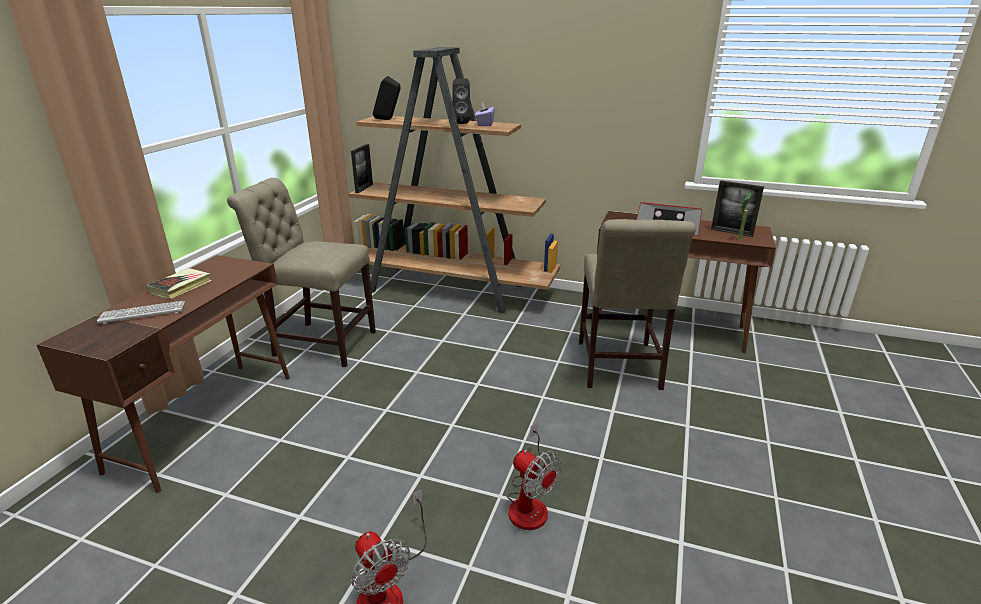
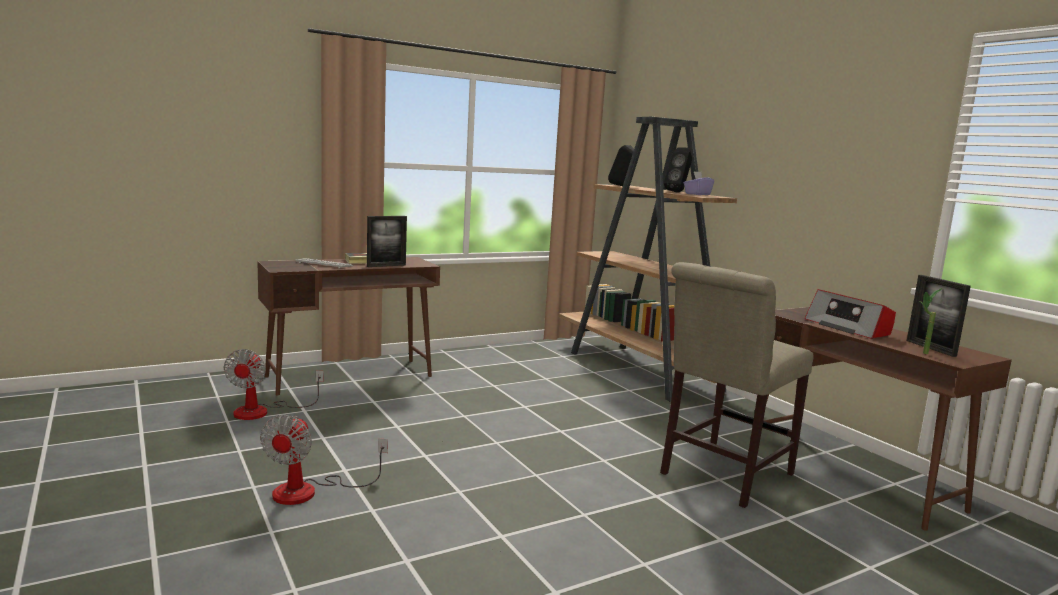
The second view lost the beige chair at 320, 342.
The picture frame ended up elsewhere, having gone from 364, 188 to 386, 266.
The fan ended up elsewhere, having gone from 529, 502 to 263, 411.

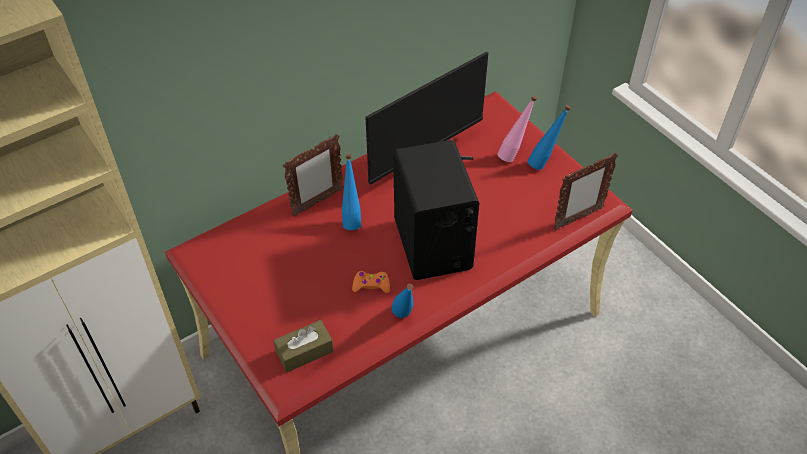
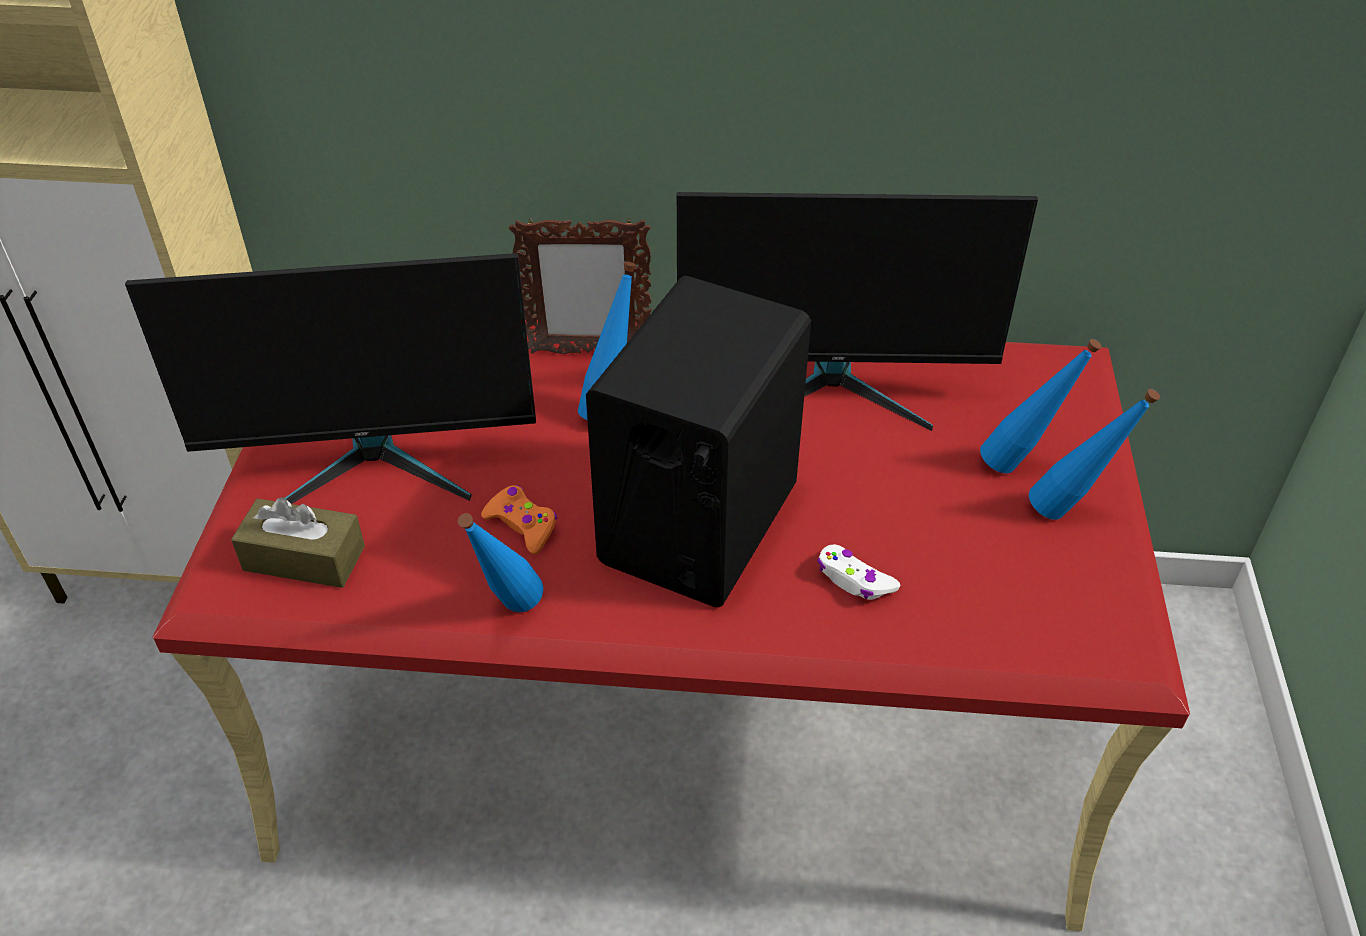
What was the pink bottle at 513, 155 turned into the blue bottle at 1021, 465.
The second view lost the picture frame at 577, 219.
The second view gained the monitor at 373, 464.
The second view gained the white game controller at 854, 580.

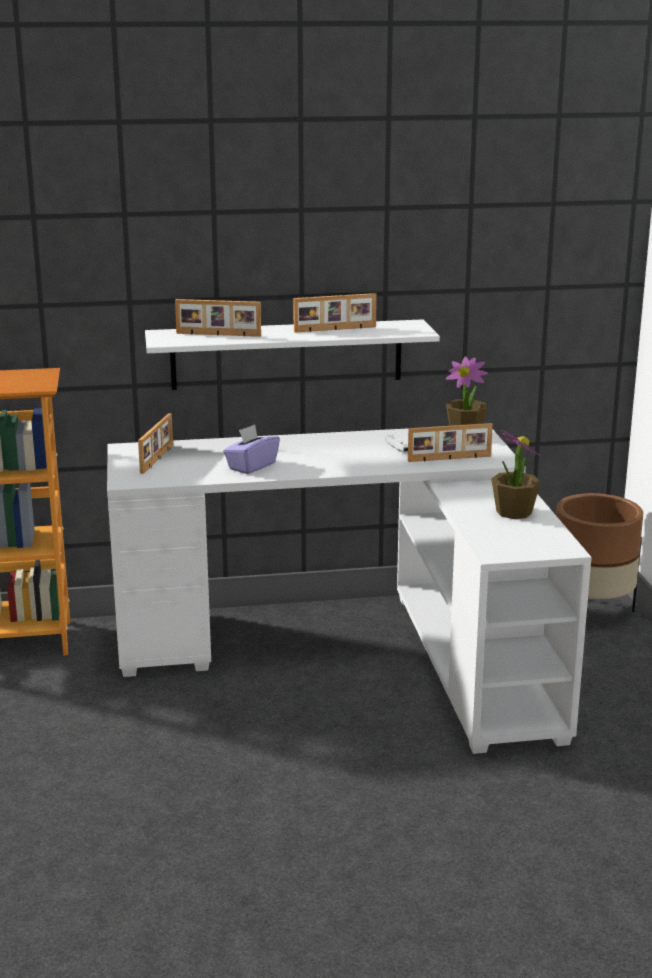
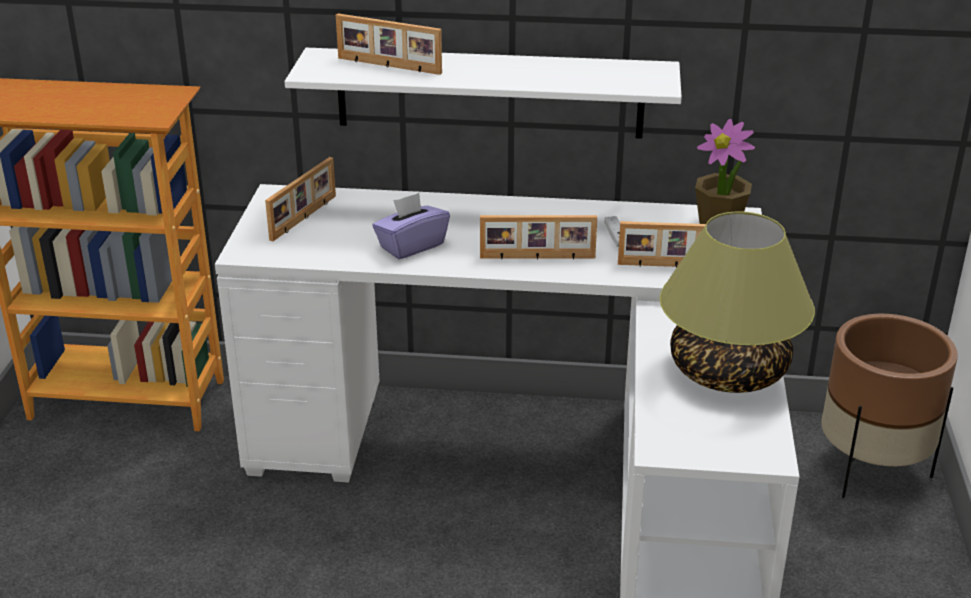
The picture frame ended up elsewhere, having gone from 335, 329 to 537, 258.
Where the potted plant stood at 513, 512, the table lamp came to stand at 727, 371.

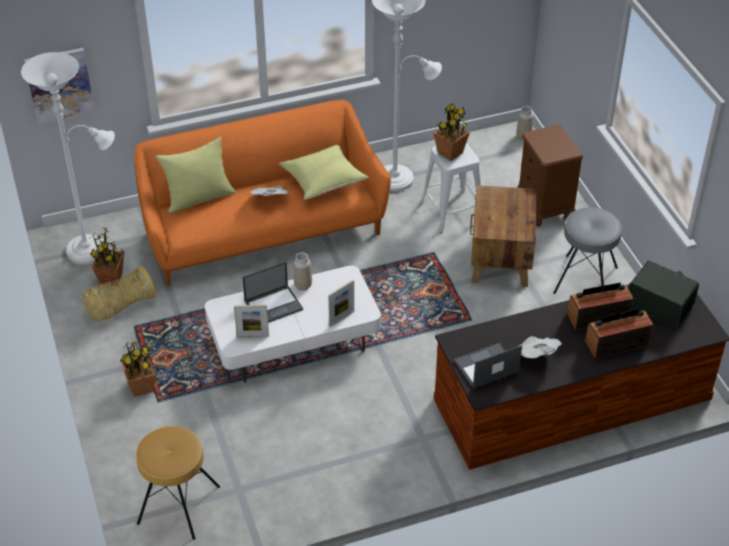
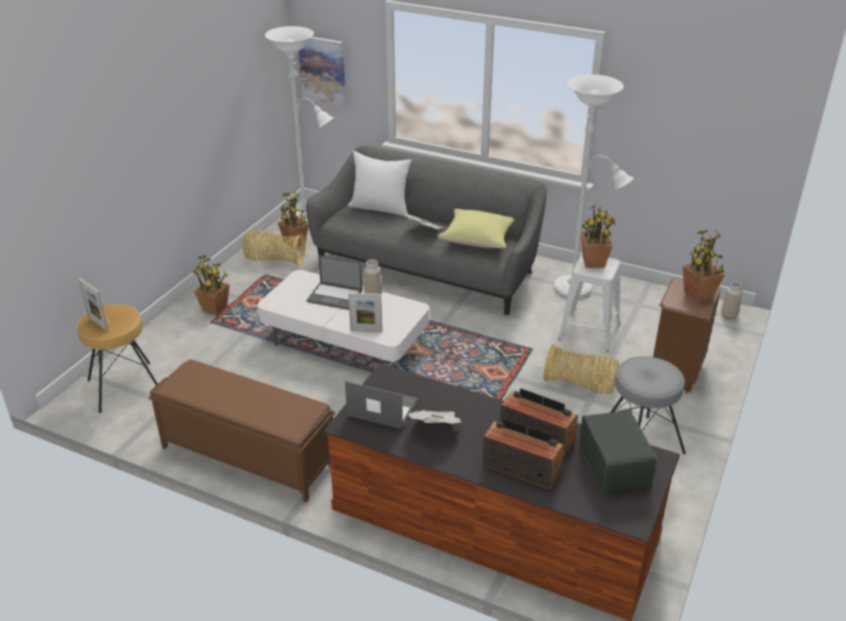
What was the orange sofa at 262, 229 turned into the grey sofa at 428, 268.
What was the yellow pillow at 199, 197 turned into the white pillow at 380, 207.
The picture frame ended up elsewhere, having gone from 252, 336 to 98, 324.
Where the brown side table stood at 500, 260, the basket came to stand at 580, 385.
The second view gained the brown bench at 247, 456.
The second view gained the potted plant at 698, 295.

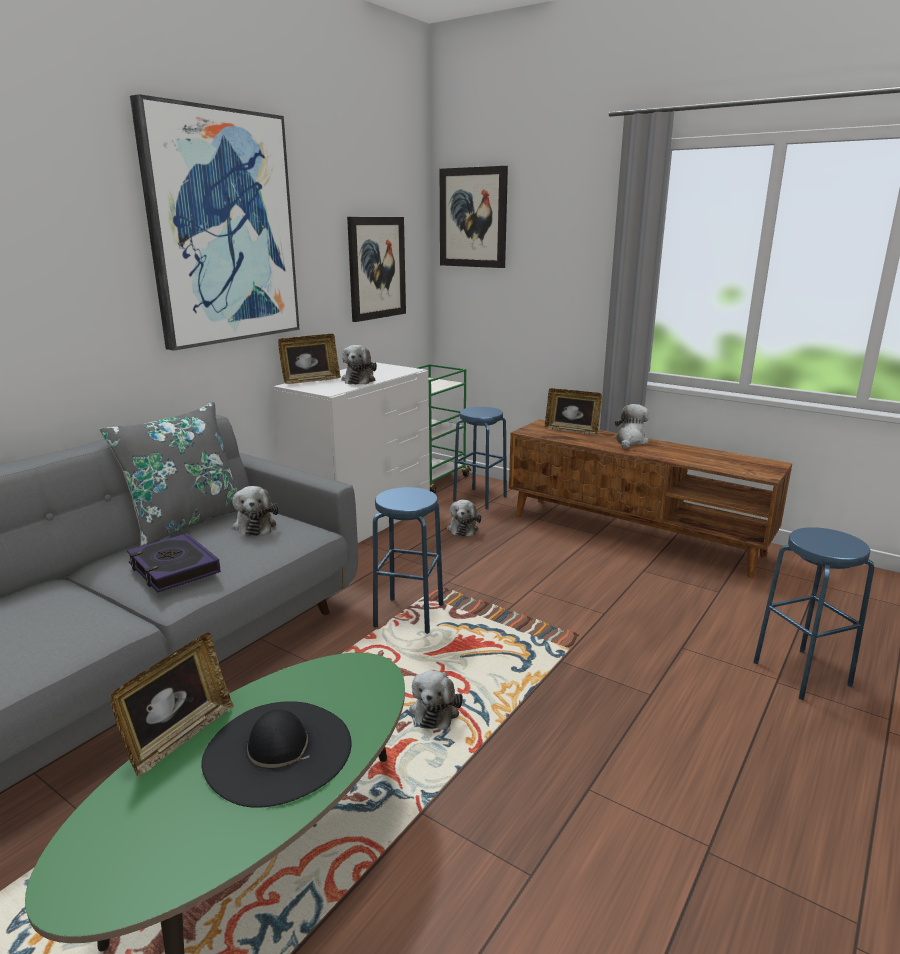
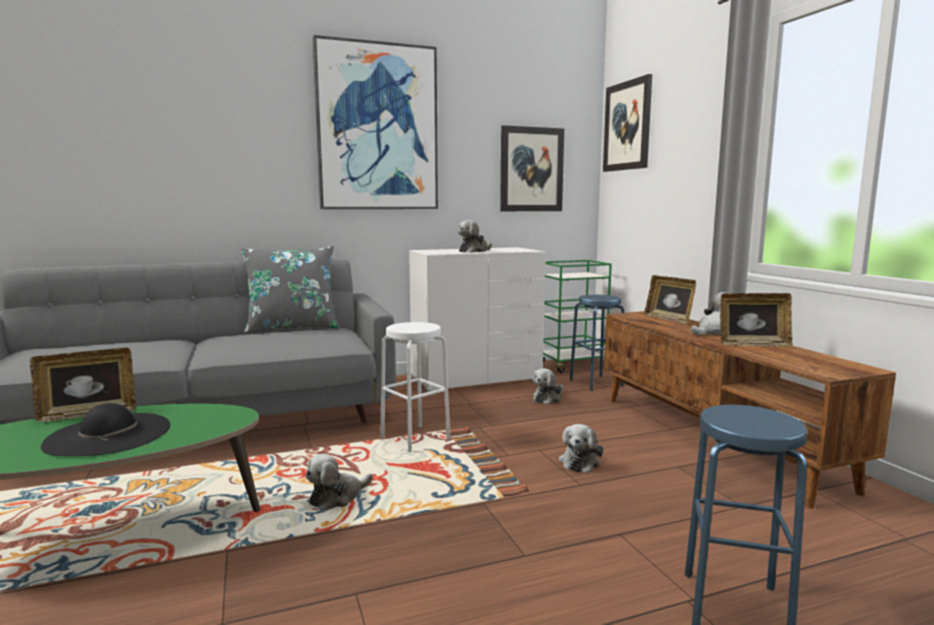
The second view lost the book at 173, 568.
The plush toy ended up elsewhere, having gone from 254, 525 to 580, 461.
The picture frame ended up elsewhere, having gone from 310, 380 to 753, 344.
What was the blue stool at 409, 616 turned into the white stool at 415, 438.

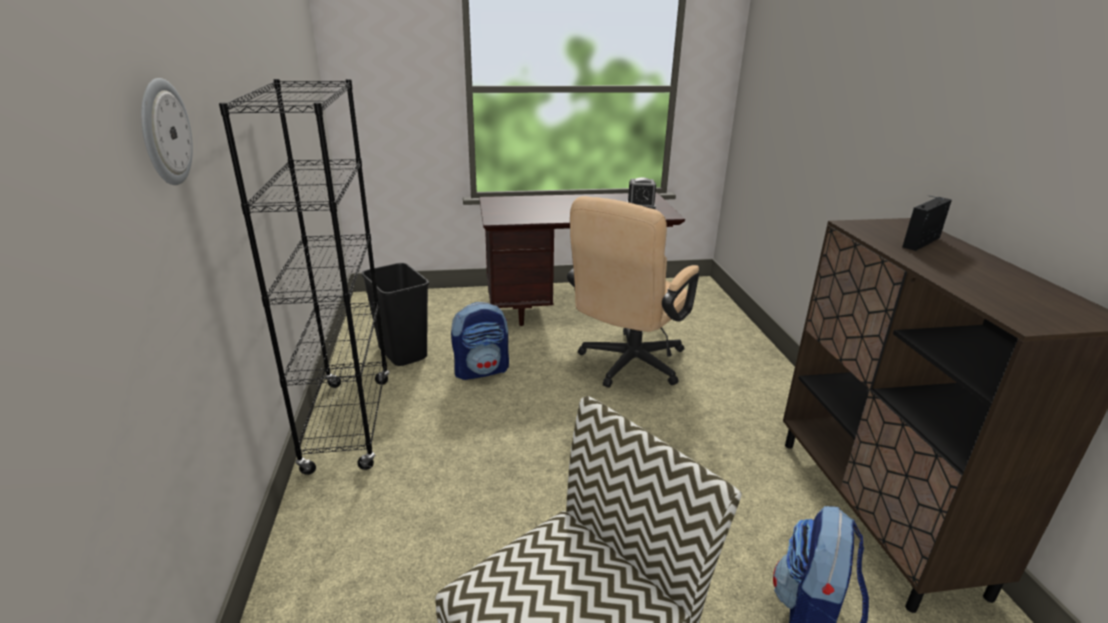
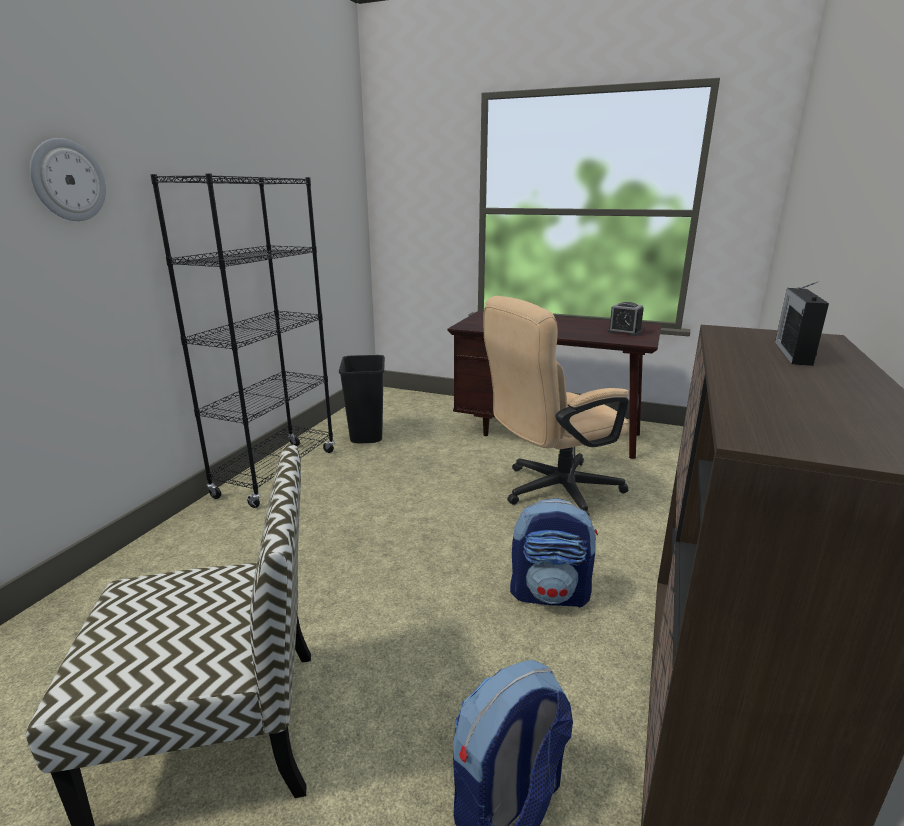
The backpack ended up elsewhere, having gone from 482, 370 to 550, 594.
The radio at 922, 242 ended up facing another way, 60 degrees counterclockwise from before.

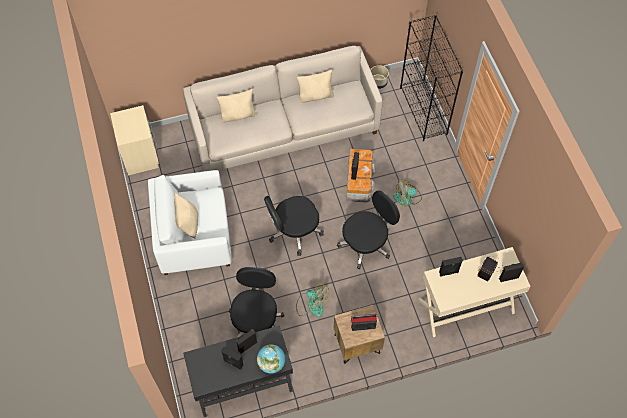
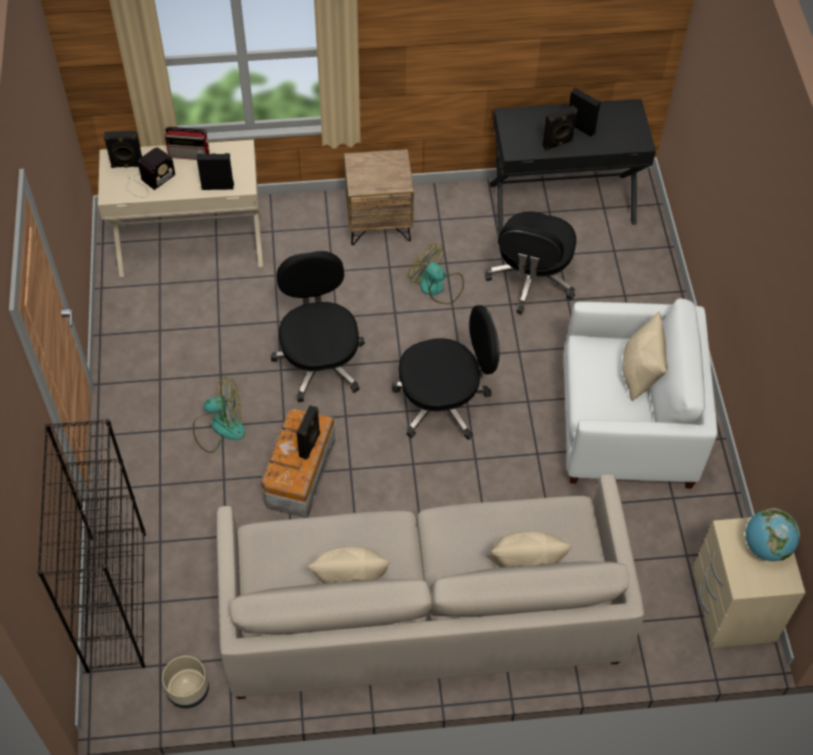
The globe ended up elsewhere, having gone from 271, 363 to 766, 547.
The black office chair at 366, 244 ended up facing another way, 105 degrees clockwise from before.
The radio ended up elsewhere, having gone from 362, 325 to 190, 154.

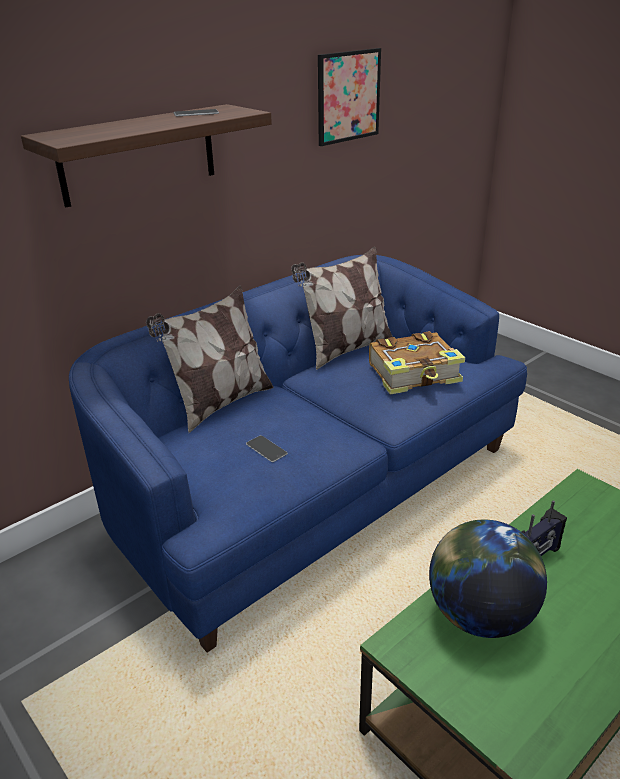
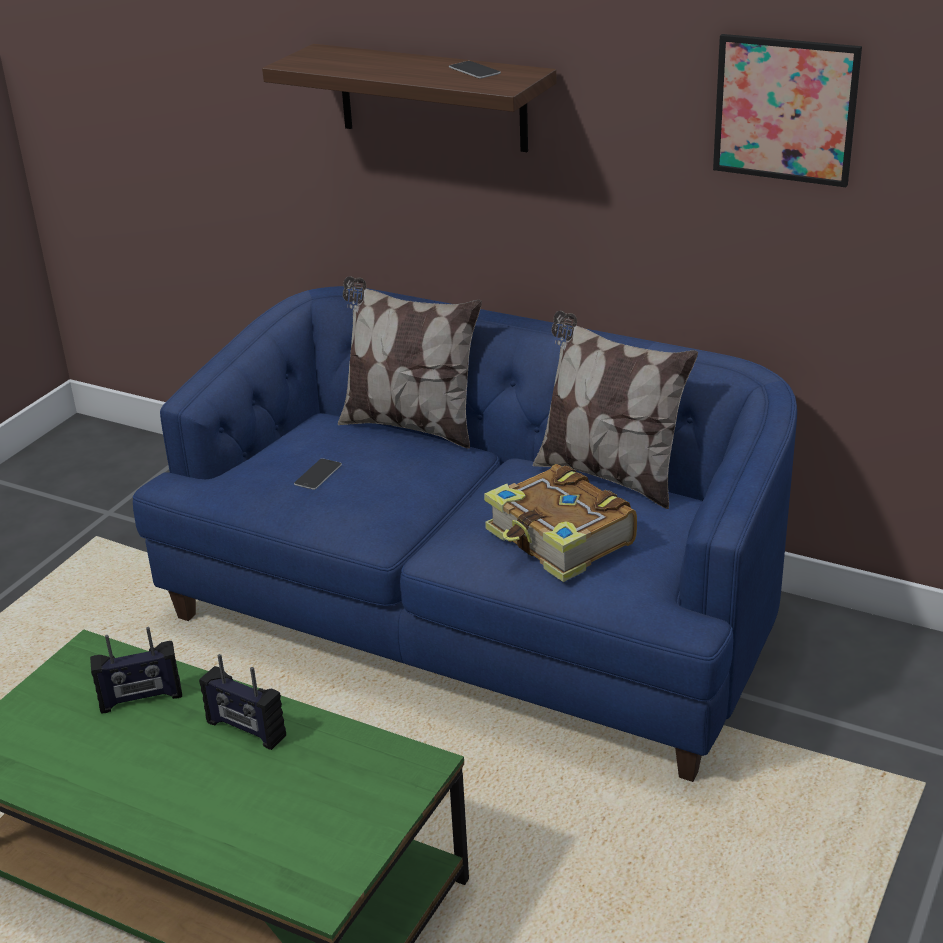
Where the globe stood at 479, 615, the radio came to stand at 141, 699.

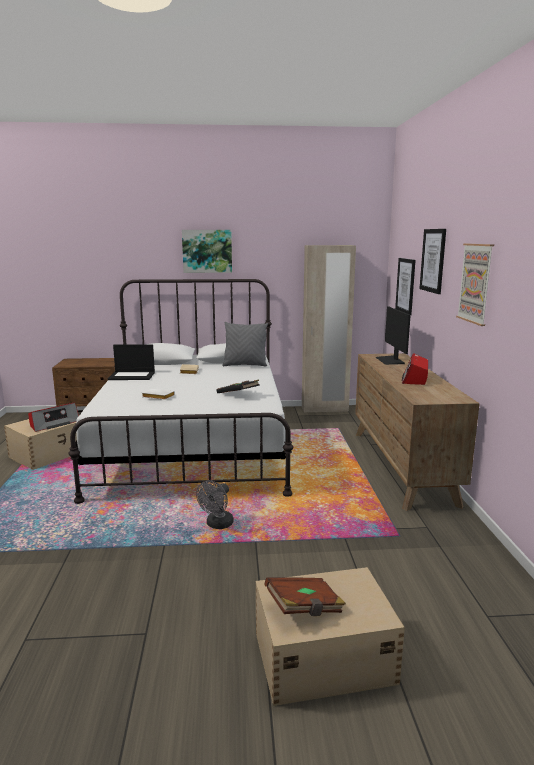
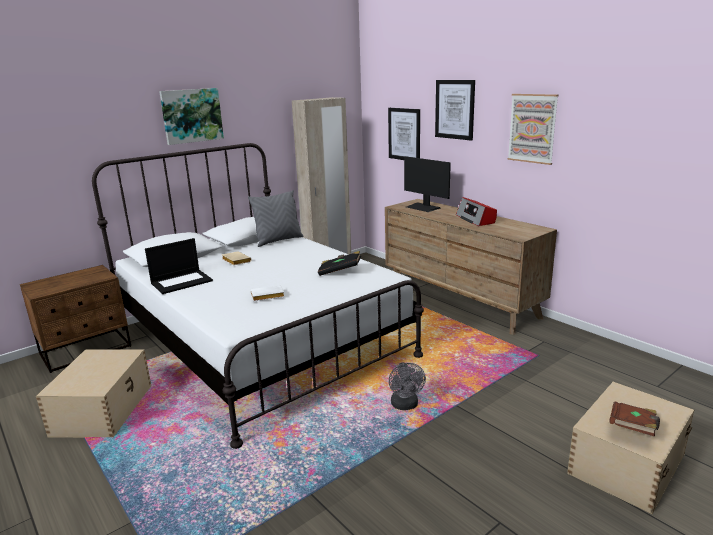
The second view lost the radio at 54, 423.

